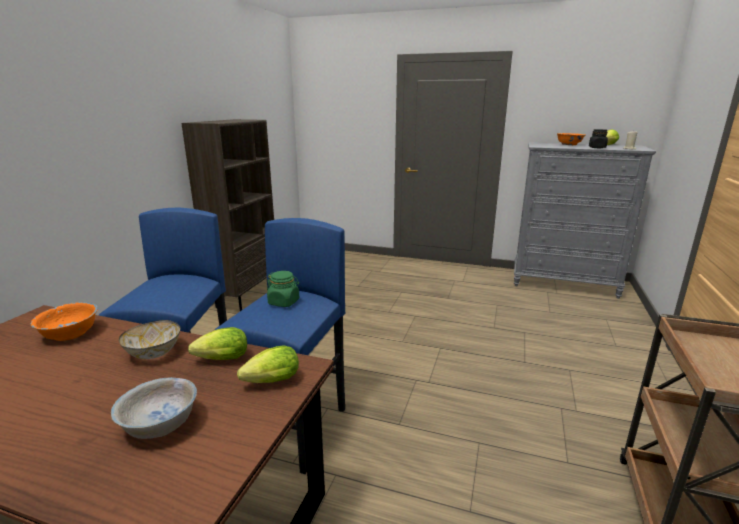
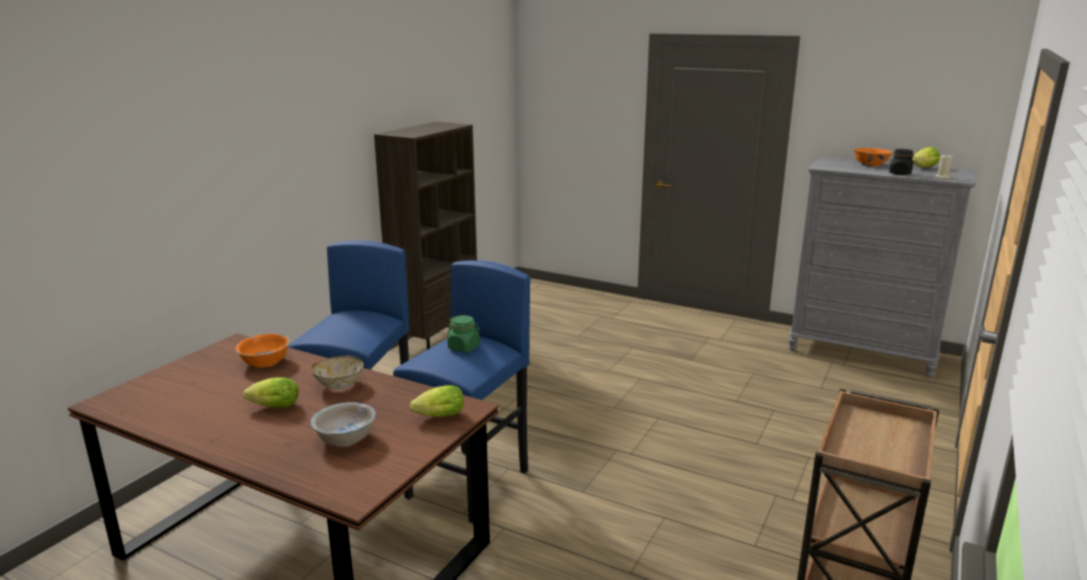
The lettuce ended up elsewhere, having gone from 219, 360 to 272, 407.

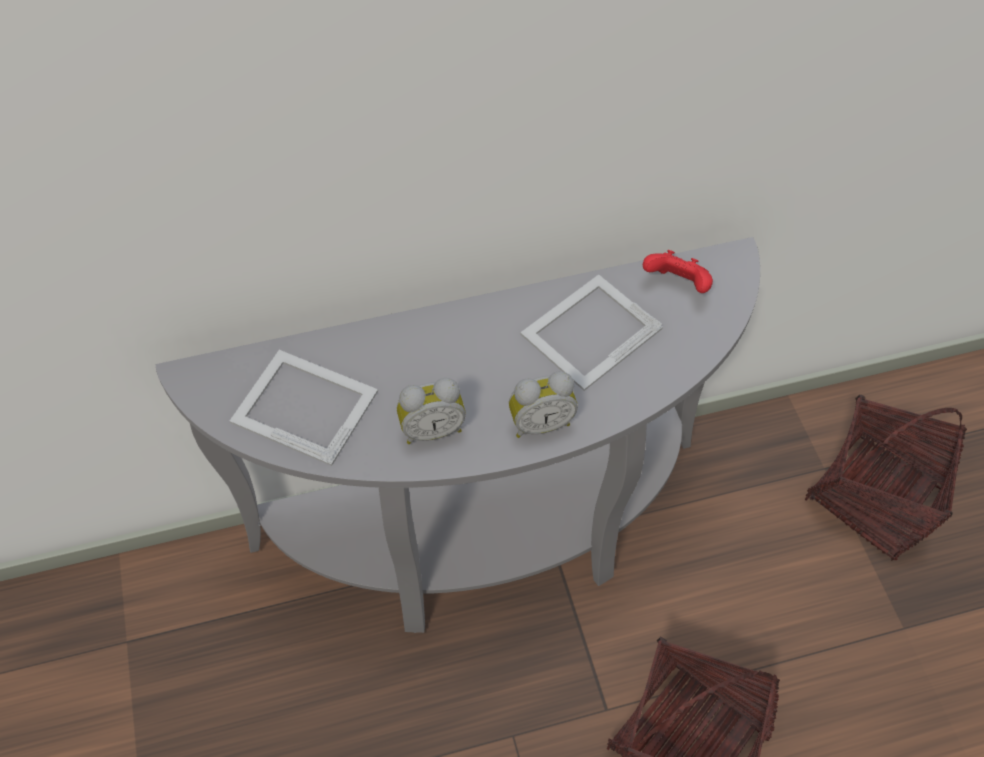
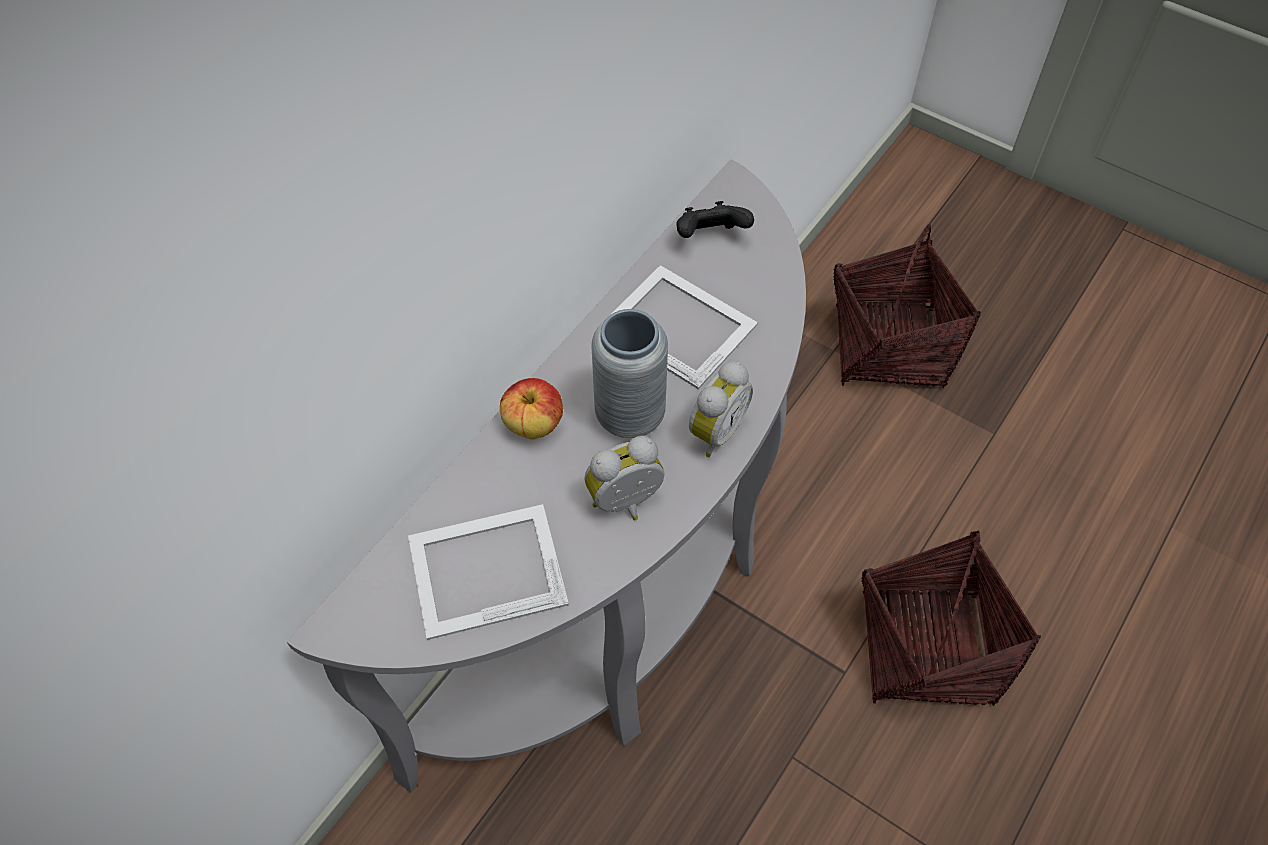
The alarm clock at 432, 429 ended up facing another way, 150 degrees counterclockwise from before.
The picture frame at 589, 331 ended up facing another way, 120 degrees clockwise from before.
What was the red game controller at 677, 285 turned into the black game controller at 710, 237.
The second view gained the apple at 534, 425.
The second view gained the grey vase at 630, 416.

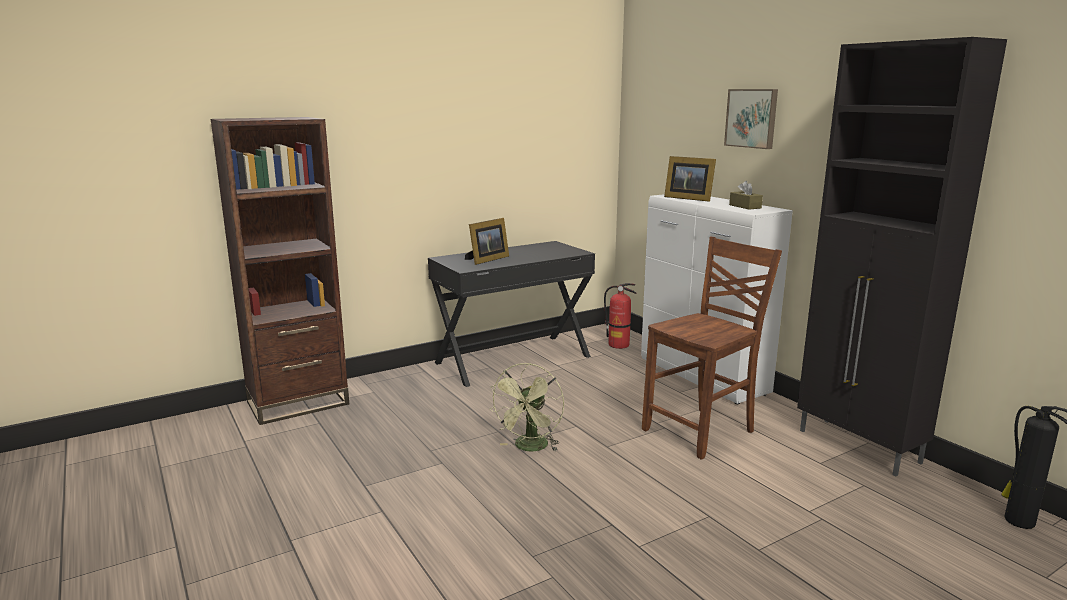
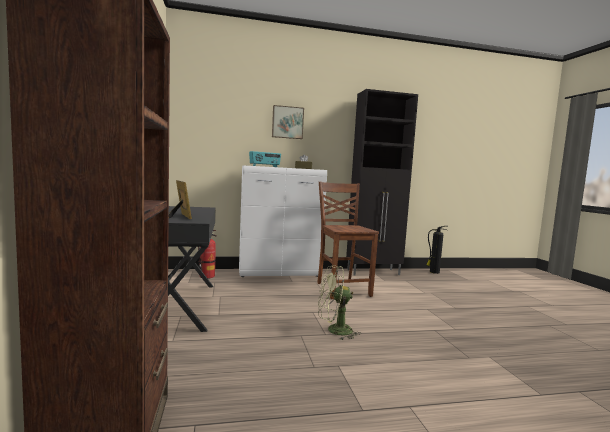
The green fan at 530, 448 ended up facing another way, 135 degrees clockwise from before.
Where the picture frame stood at 687, 198, the radio came to stand at 264, 166.

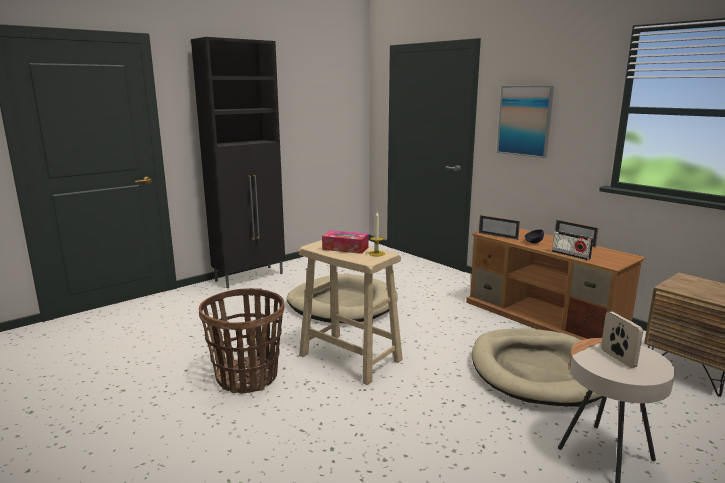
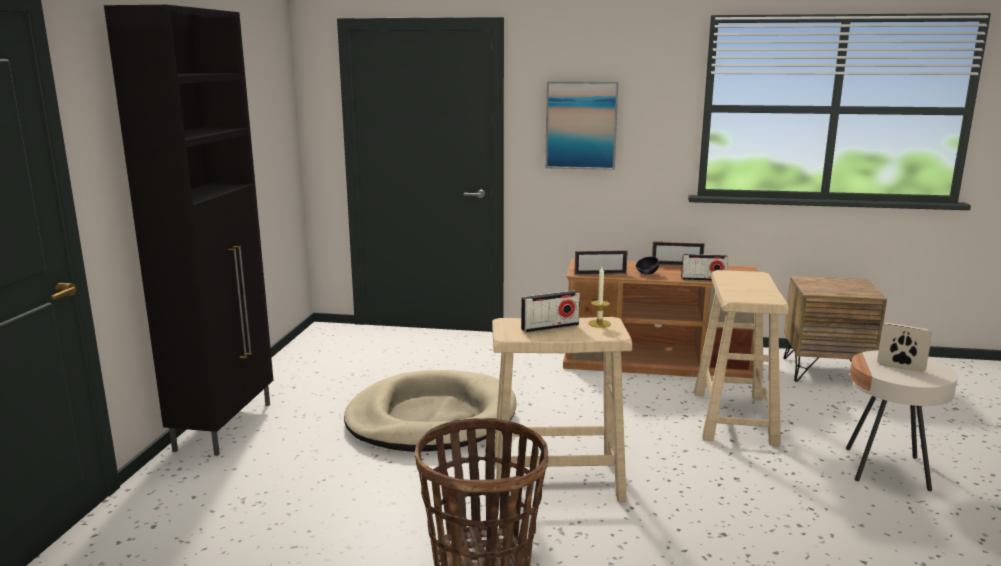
Where the tissue box stood at 345, 248, the radio came to stand at 550, 327.
Where the beige dog bed stood at 537, 370, the beige stool came to stand at 734, 417.

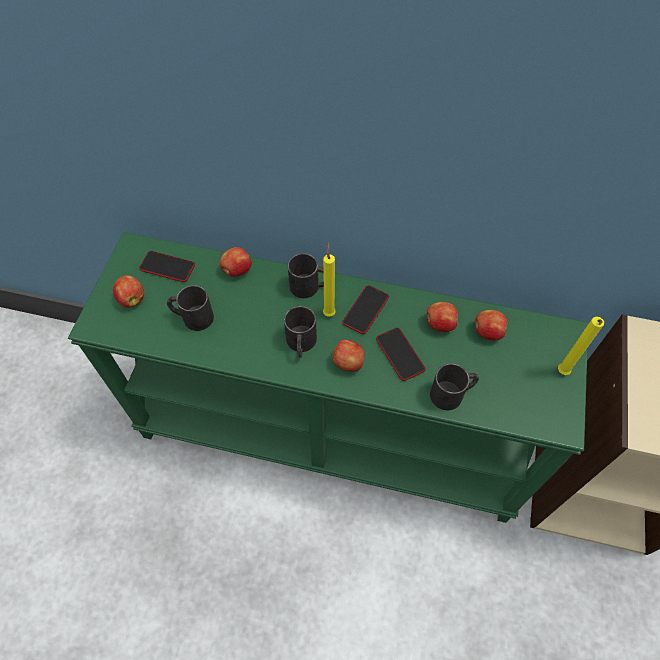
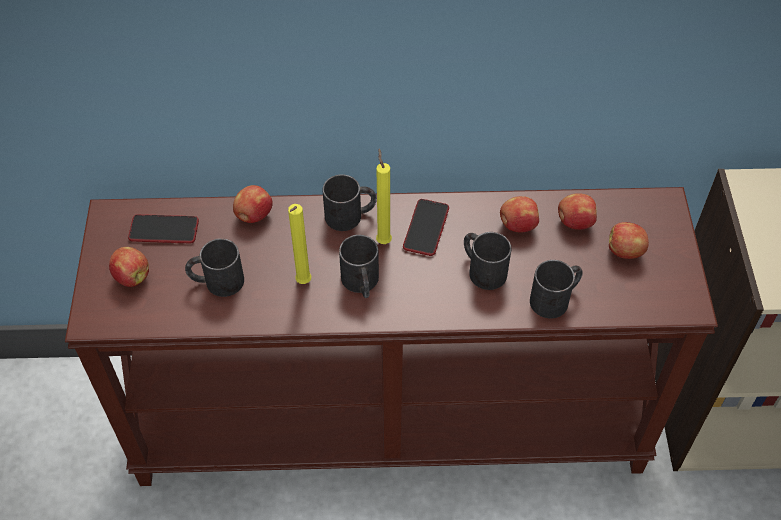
What was the green console table at 331, 431 turned into the brown console table at 391, 416.
The apple ended up elsewhere, having gone from 349, 363 to 625, 251.
Where the phone stood at 400, 354, the black mug came to stand at 482, 269.
The yellow candle ended up elsewhere, having gone from 561, 373 to 302, 283.

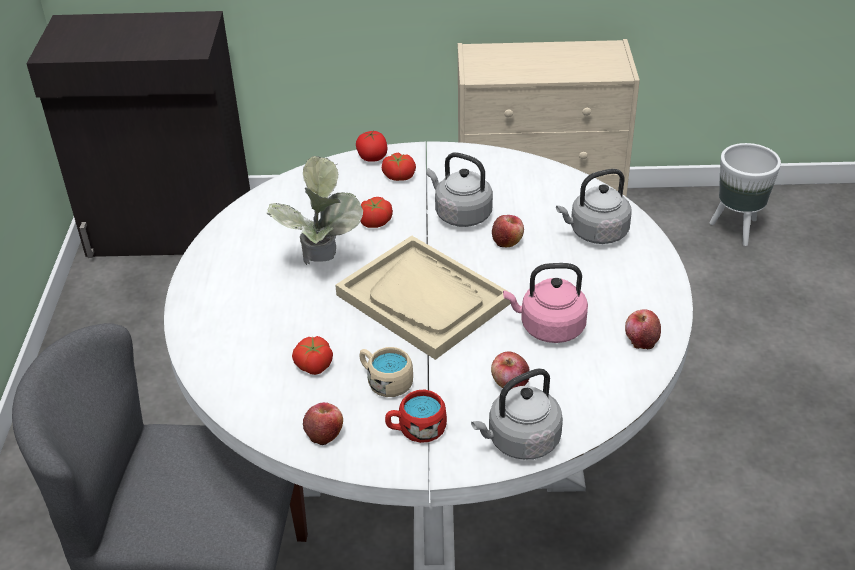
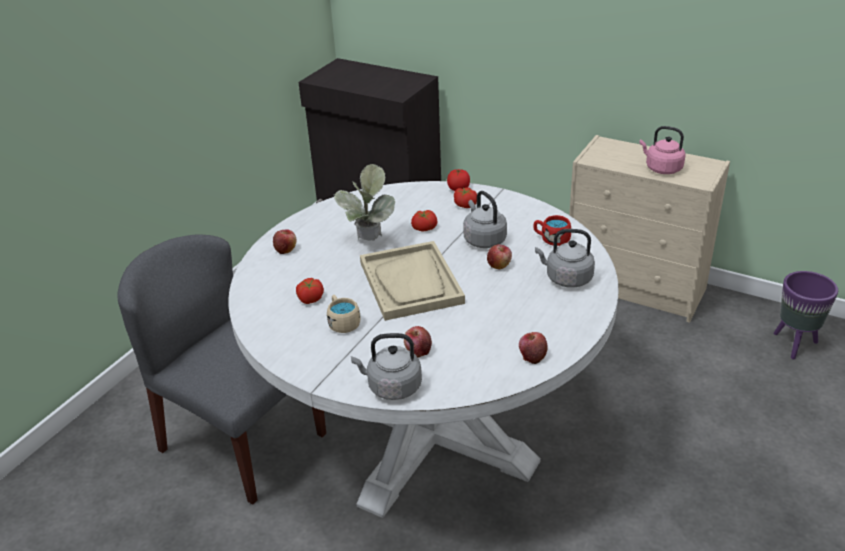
The apple ended up elsewhere, having gone from 324, 434 to 286, 249.
The red mug ended up elsewhere, having gone from 416, 430 to 551, 239.
The pink kettle ended up elsewhere, having gone from 549, 328 to 661, 168.
What was the white planter at 737, 229 turned into the purple planter at 795, 345.

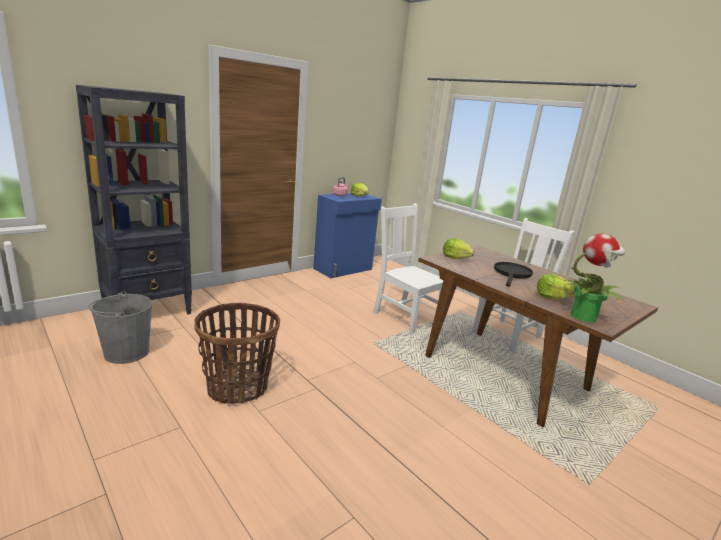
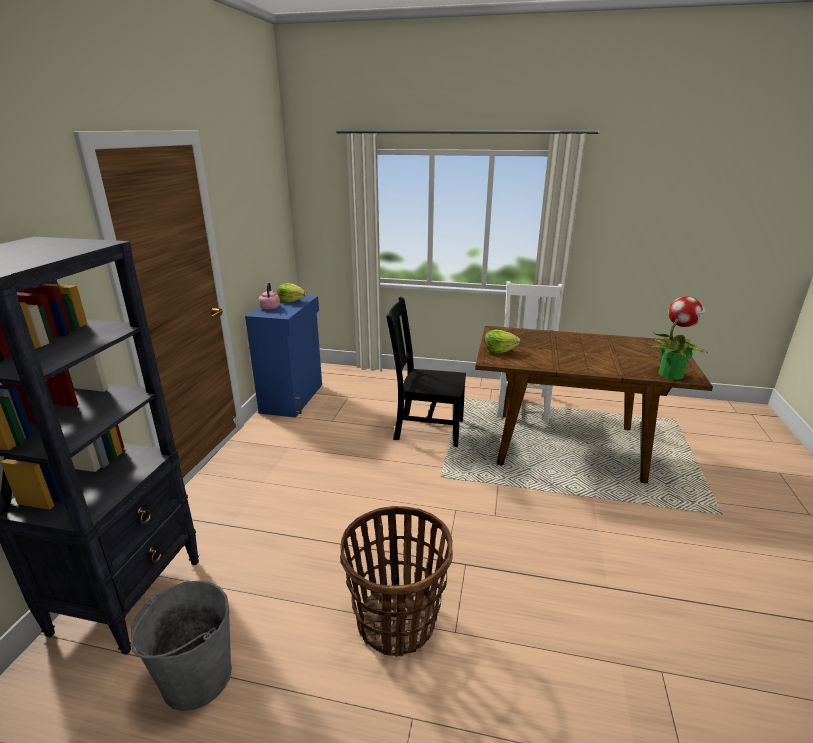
What was the white chair at 404, 316 turned into the black chair at 426, 429.
The second view lost the black frying pan at 512, 274.
The second view lost the lettuce at 552, 297.

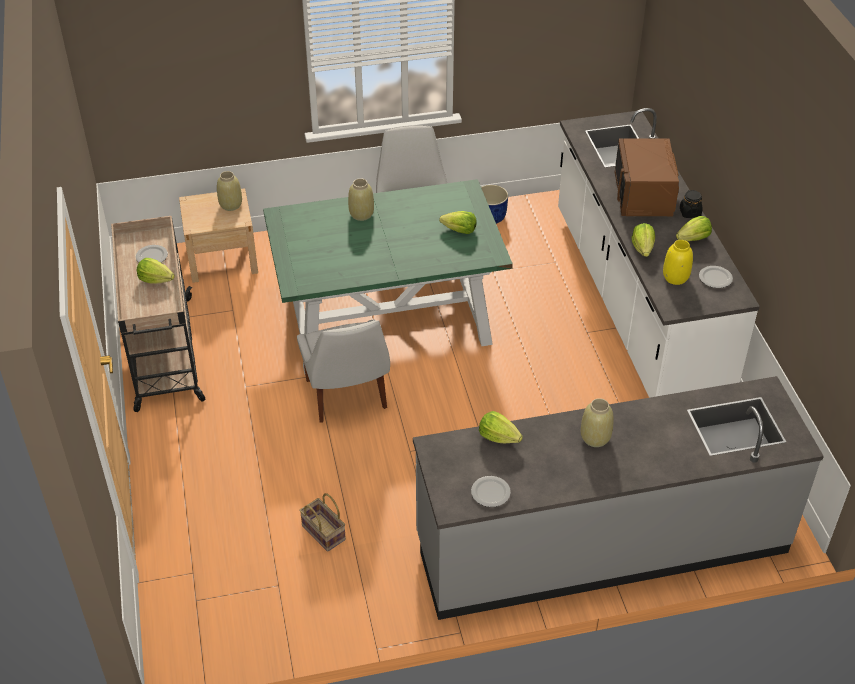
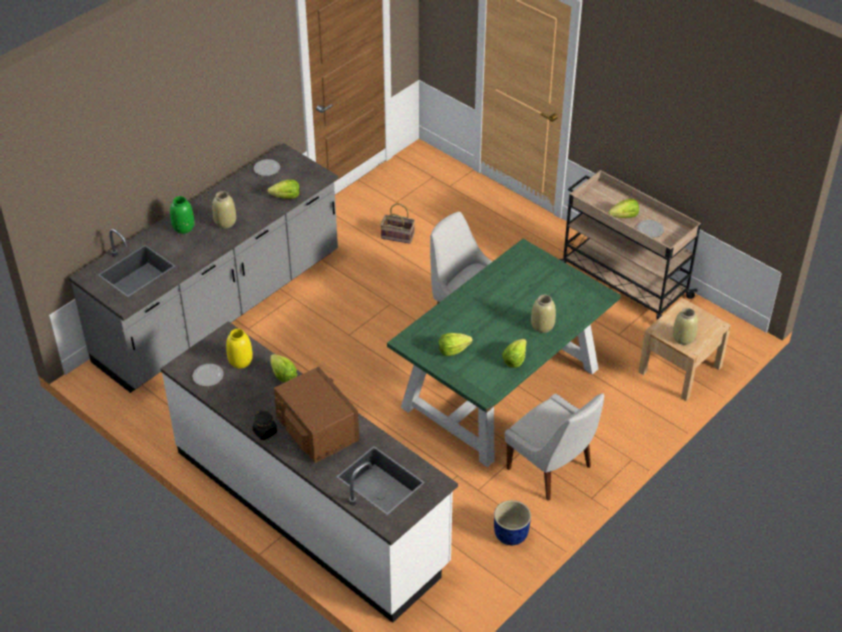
The lettuce ended up elsewhere, having gone from 693, 239 to 515, 360.
The second view gained the green vase at 183, 227.

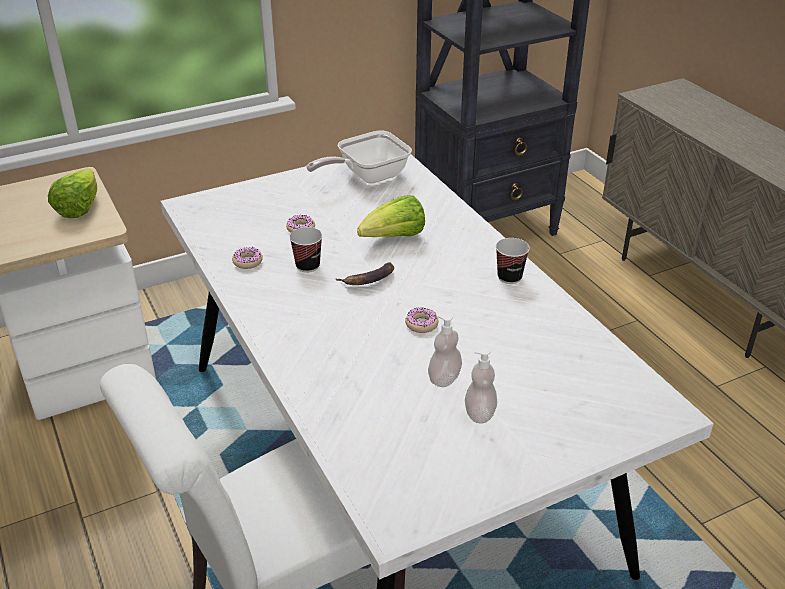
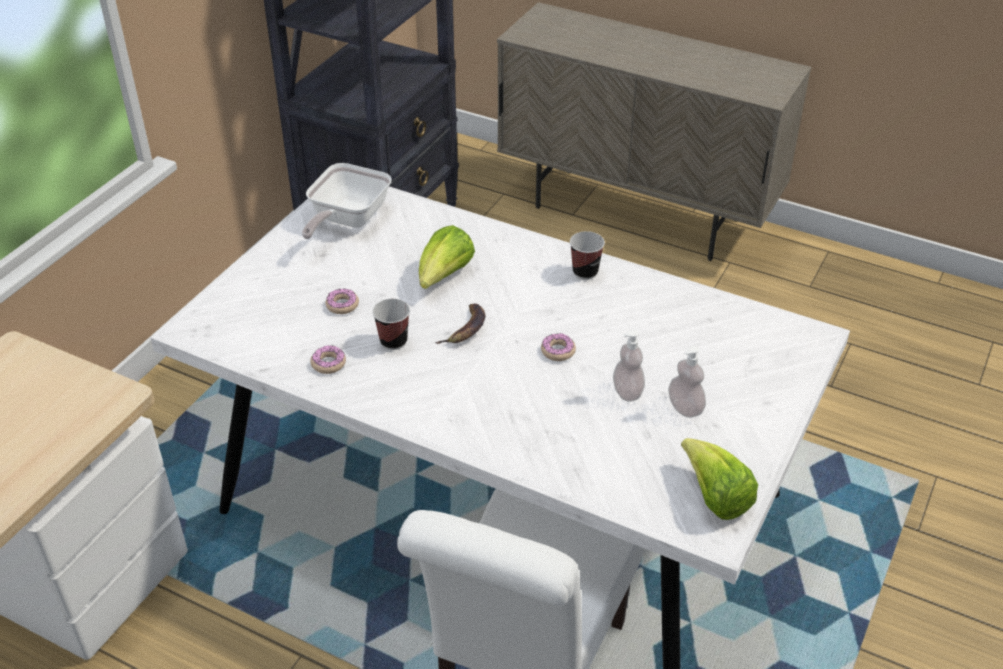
The lettuce ended up elsewhere, having gone from 79, 208 to 715, 497.

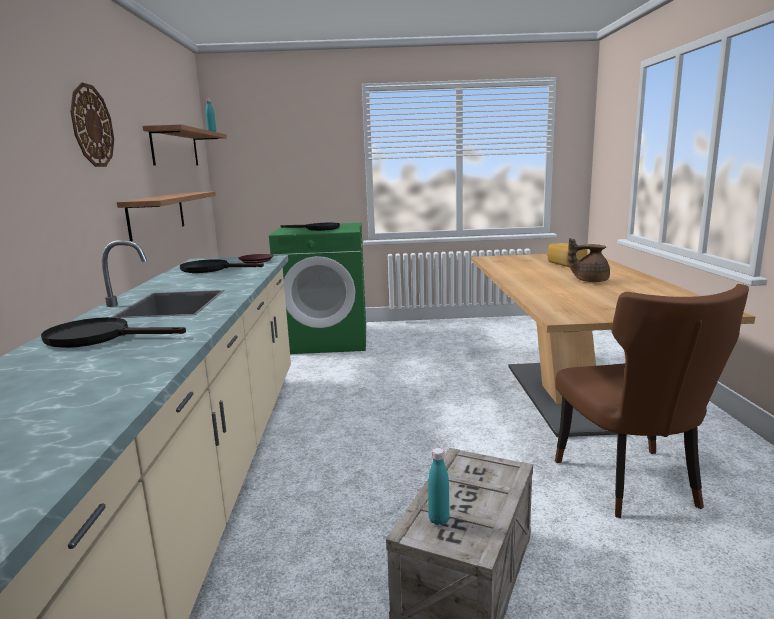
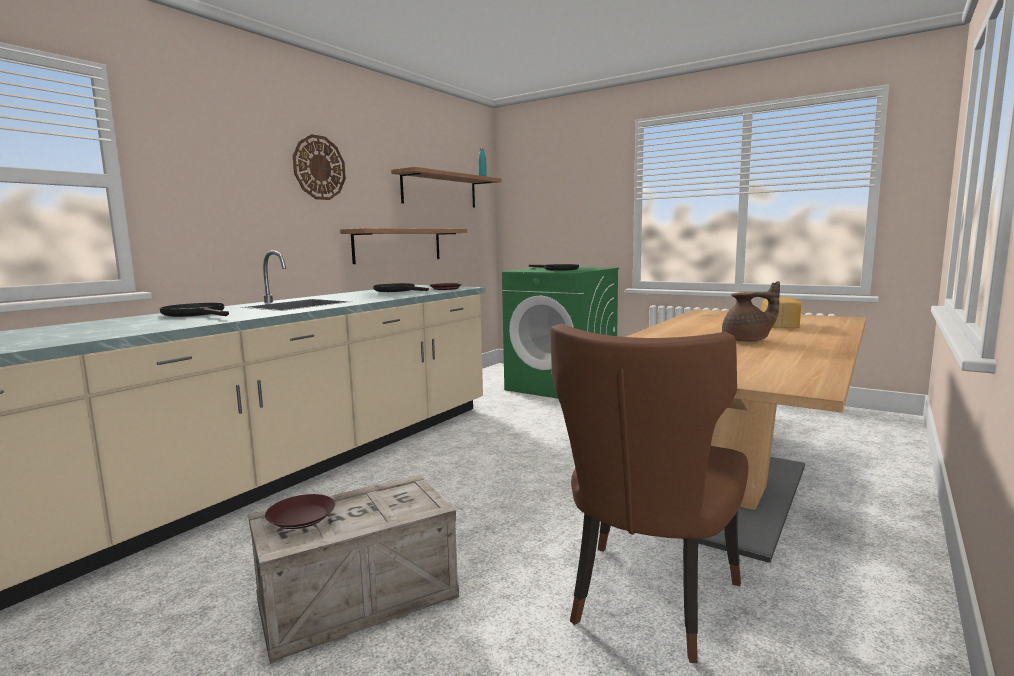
Where the turquoise bottle stood at 438, 520, the brown plate came to stand at 300, 517.
The brown teapot at 589, 280 ended up facing another way, 135 degrees clockwise from before.

